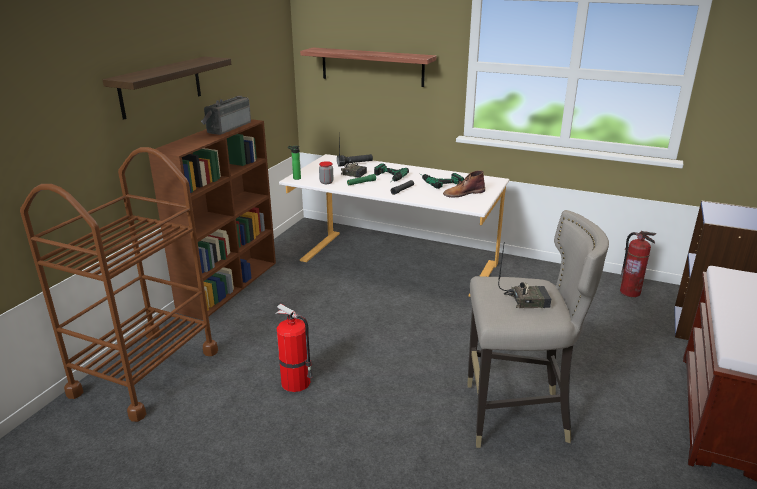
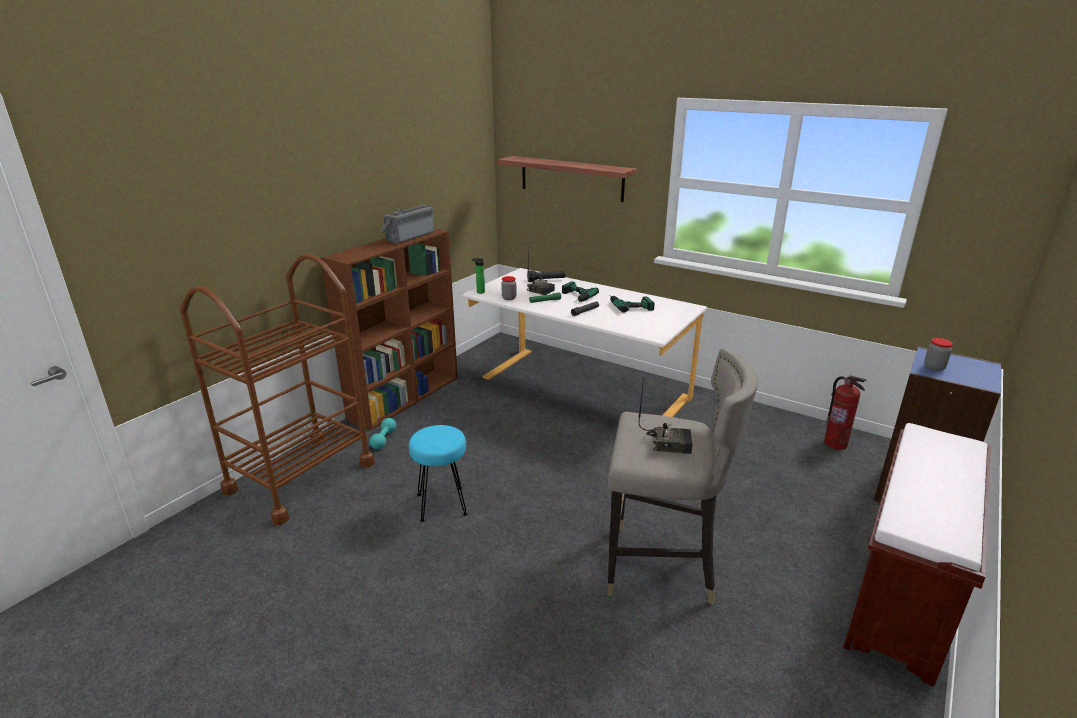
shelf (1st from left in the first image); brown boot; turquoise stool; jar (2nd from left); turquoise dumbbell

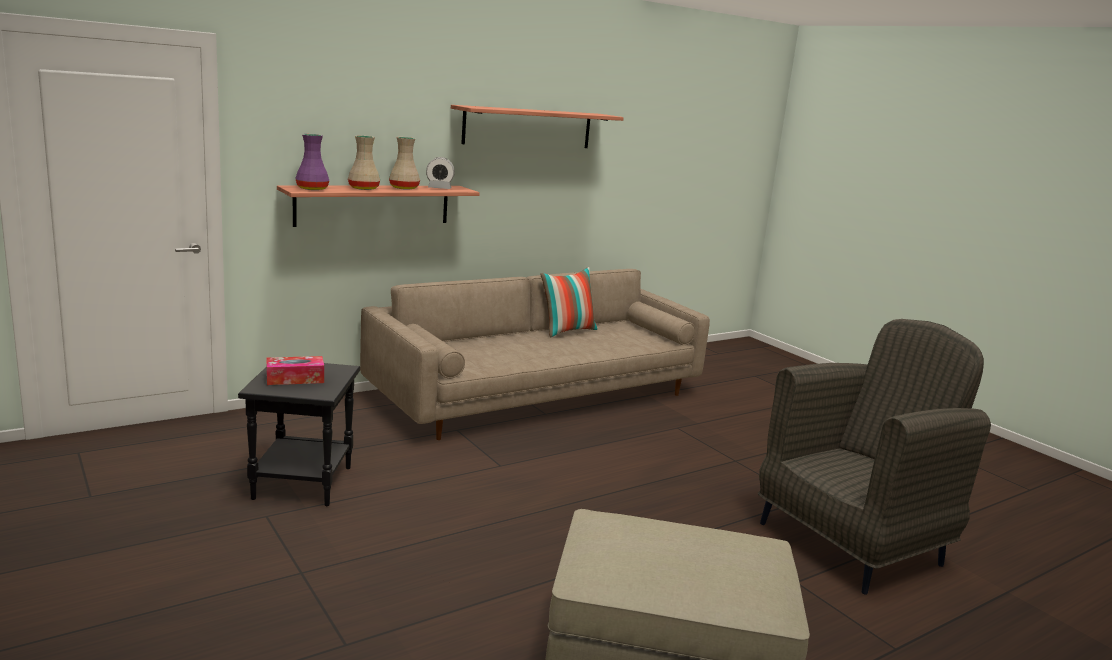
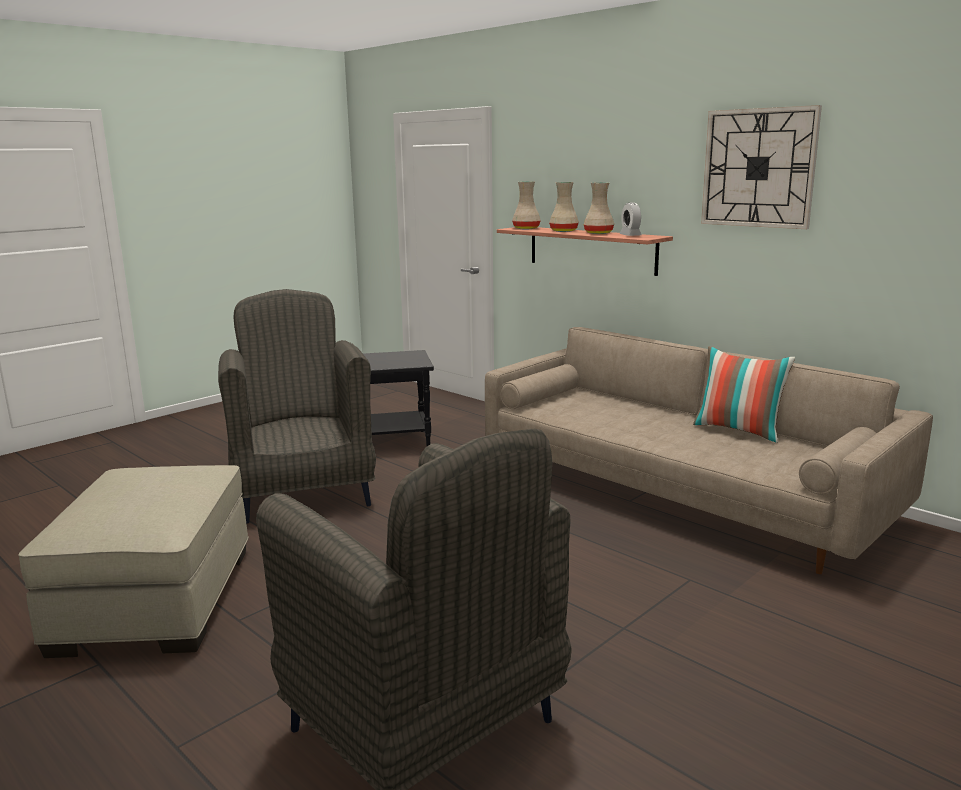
wall clock; beige vase (1st from left); tissue box; grey armchair (1st from left)

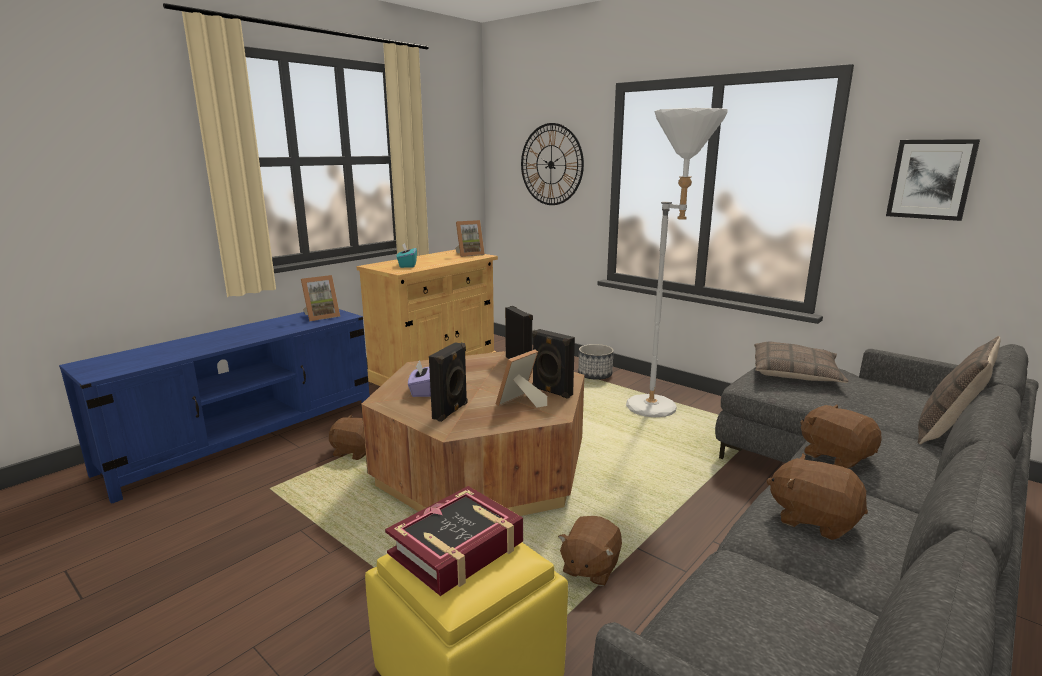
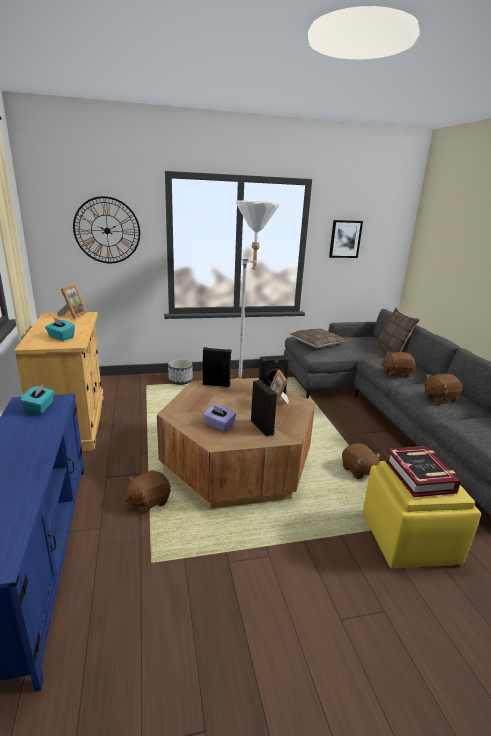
turquoise tissue box (1st from left)

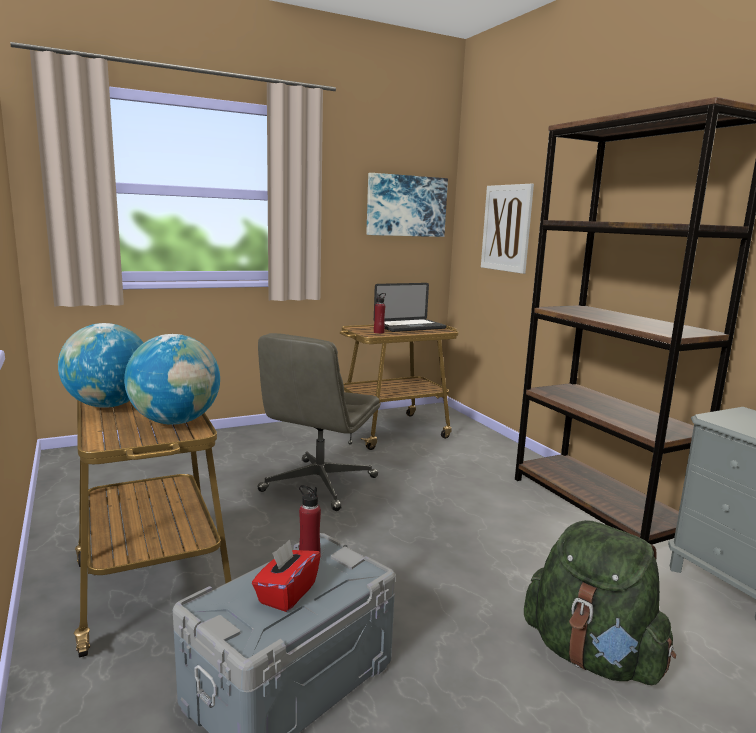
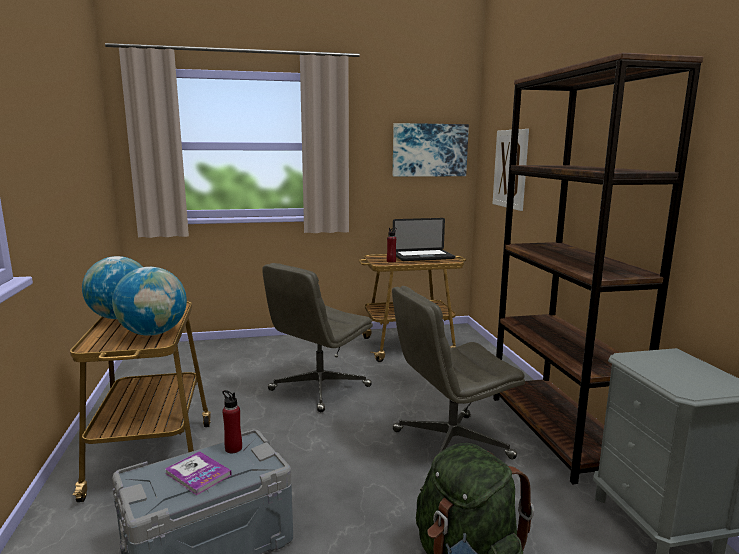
book; grey office chair (2nd from left)

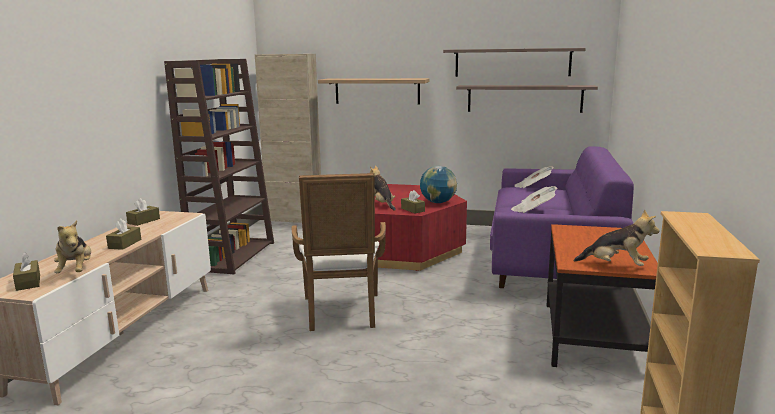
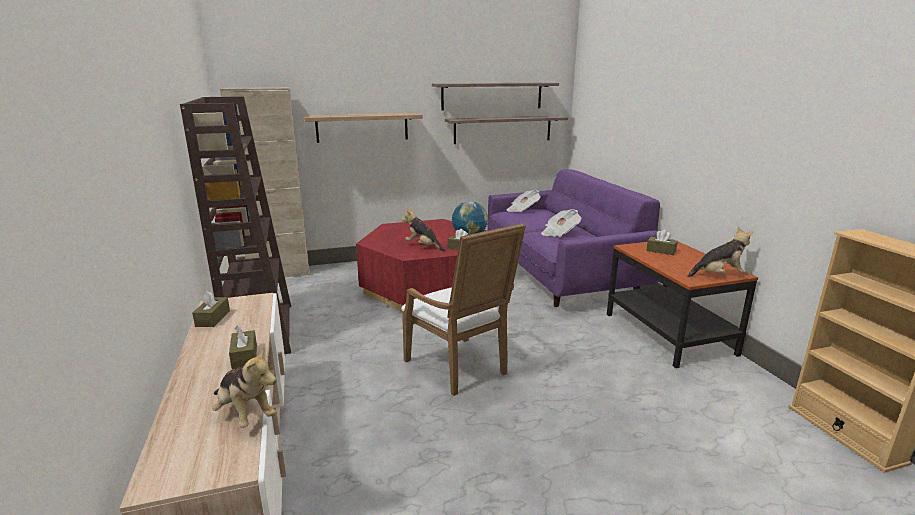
brown tissue box (4th from left)

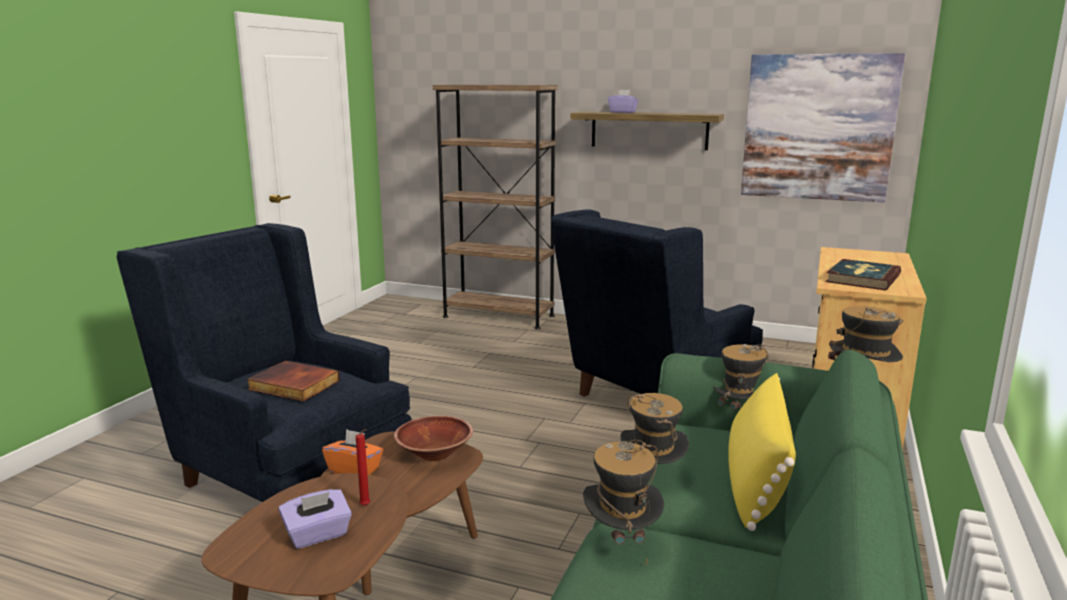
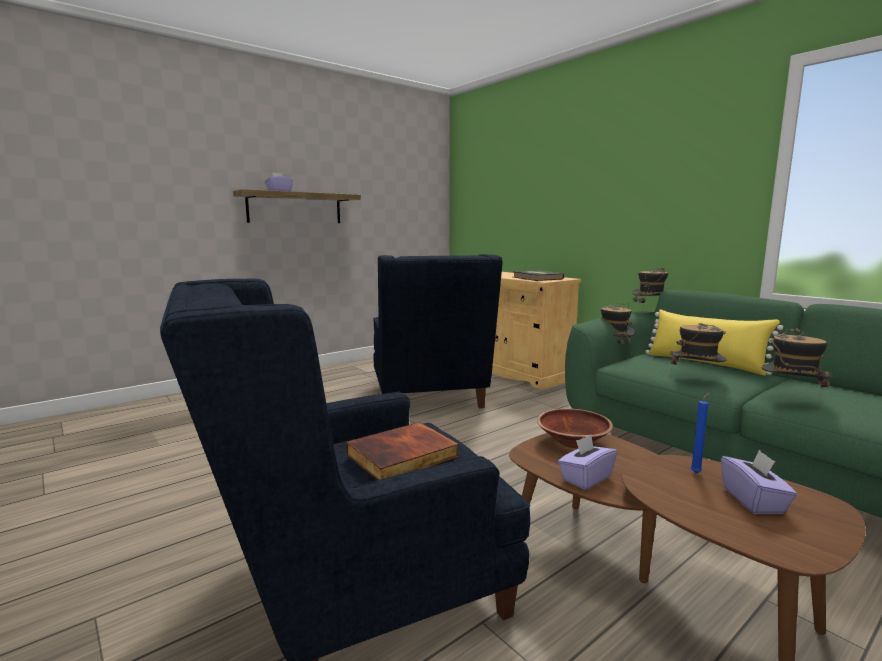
picture; brown bookcase; purple tissue box (2nd from left); blue candle

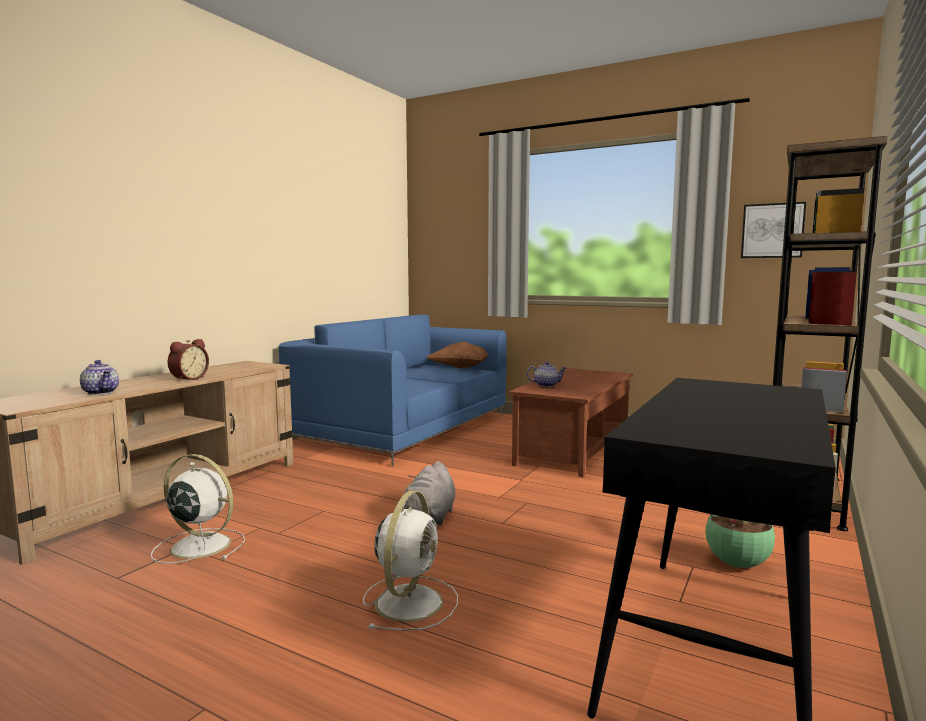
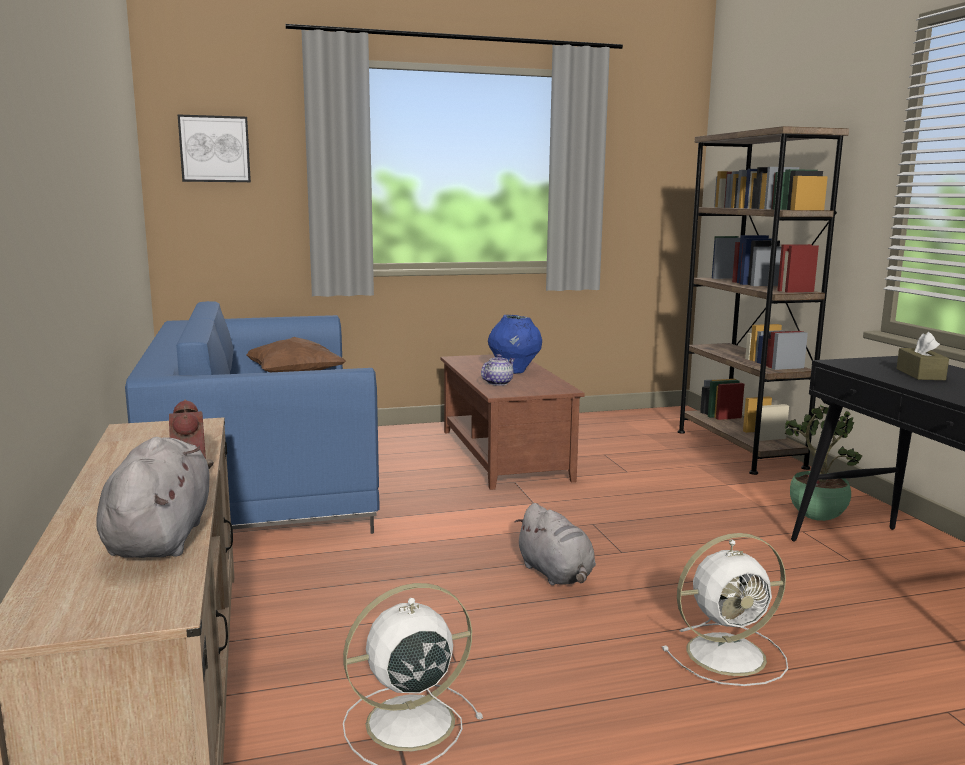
picture; grey plush toy (1st from left); white fan (2nd from left); blue vase; brown tissue box

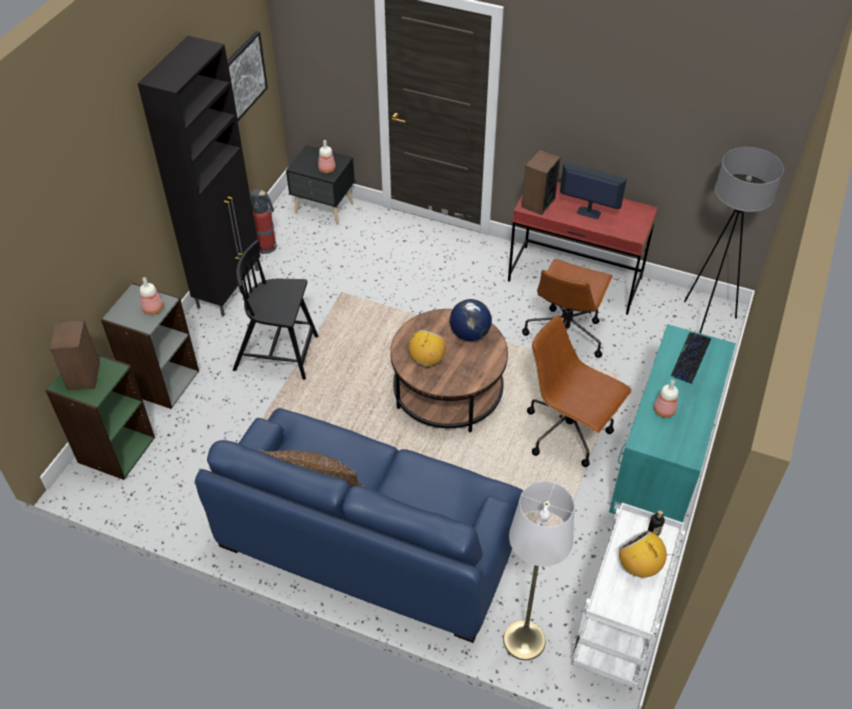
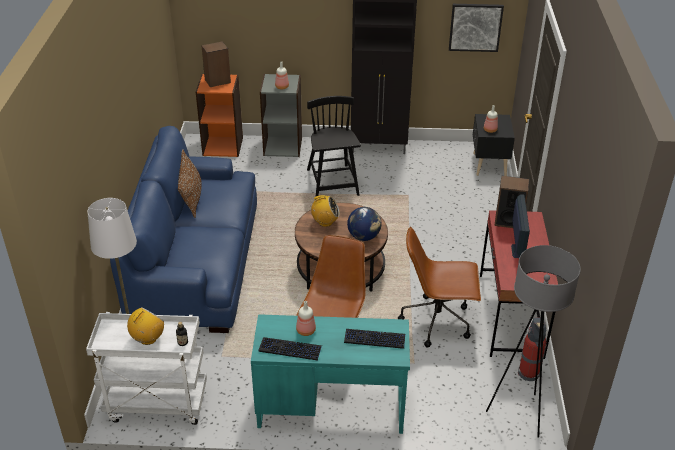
fire extinguisher; orange bookcase; keyboard (1st from left)

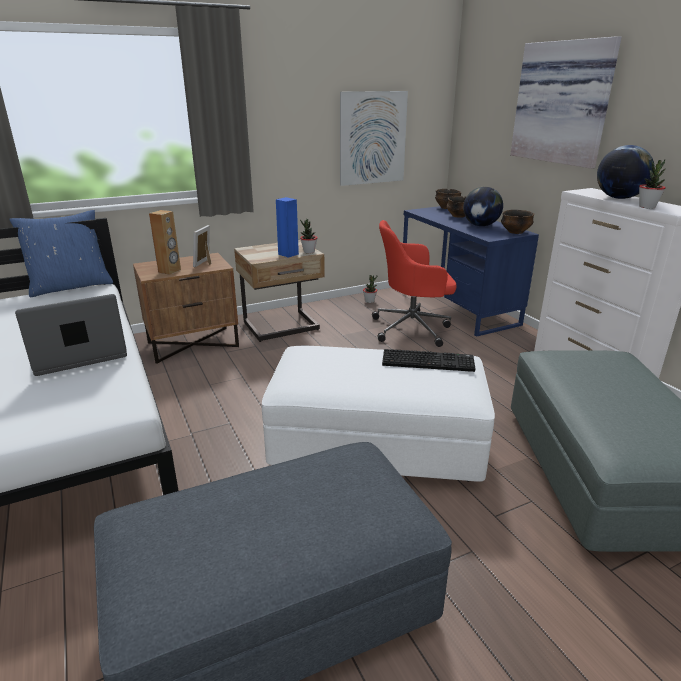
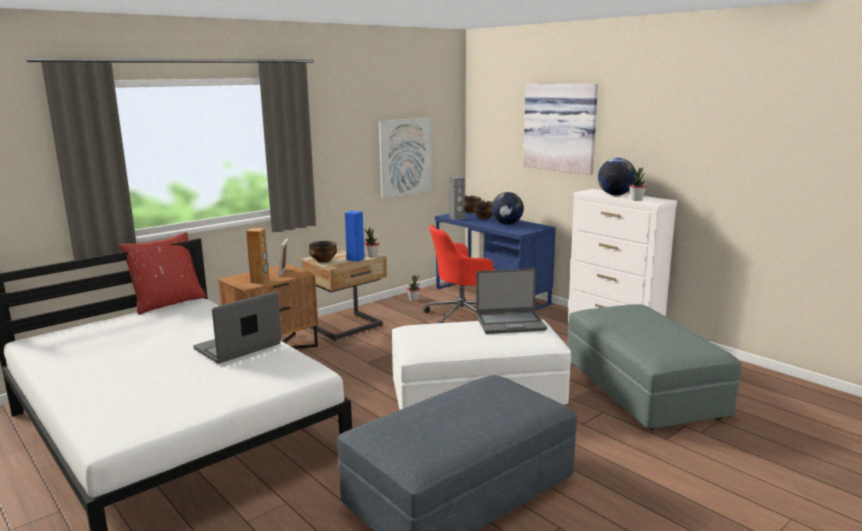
red pillow; bowl (1st from left); laptop (2nd from left); grey speaker

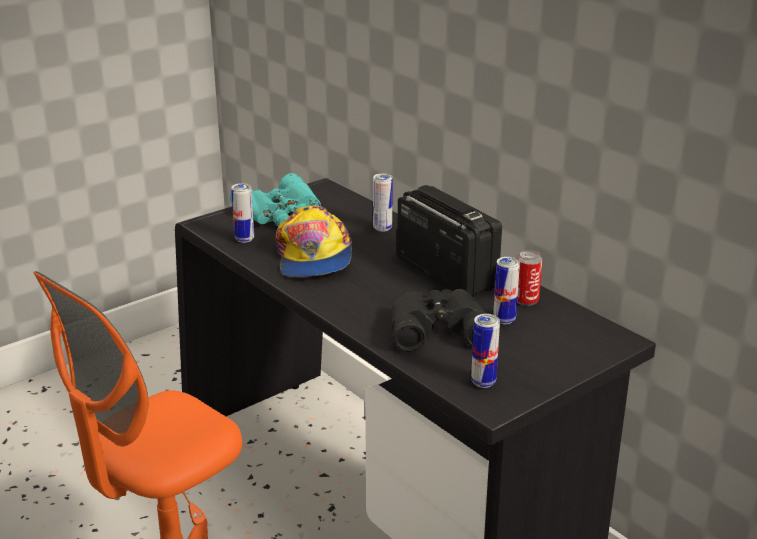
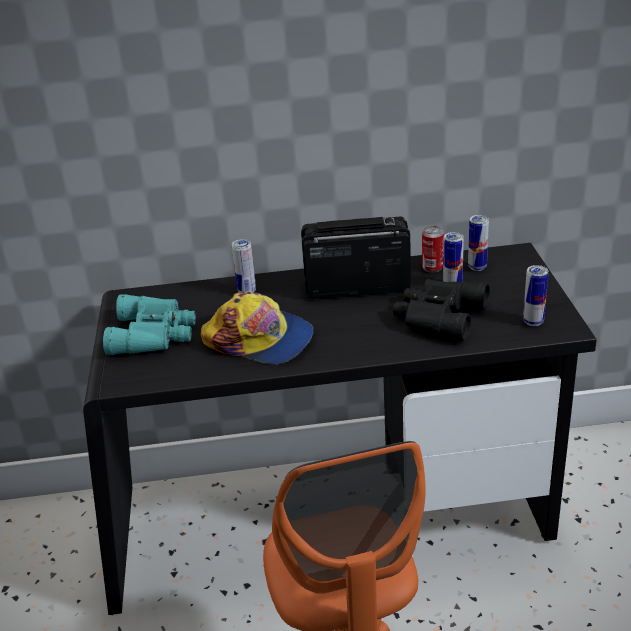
can (4th from left)

